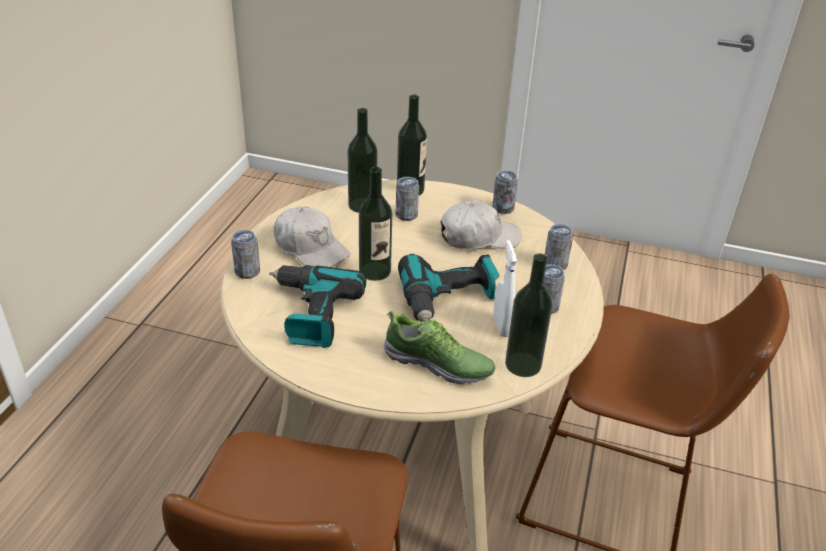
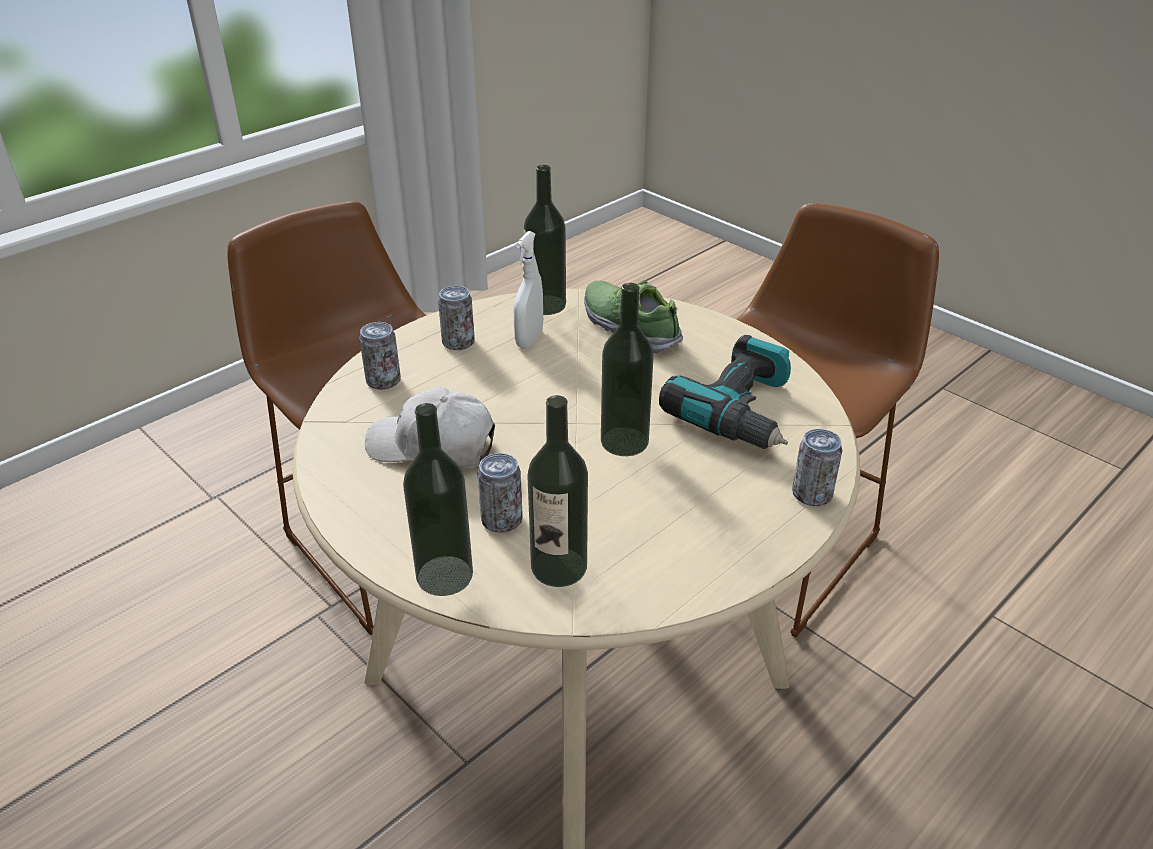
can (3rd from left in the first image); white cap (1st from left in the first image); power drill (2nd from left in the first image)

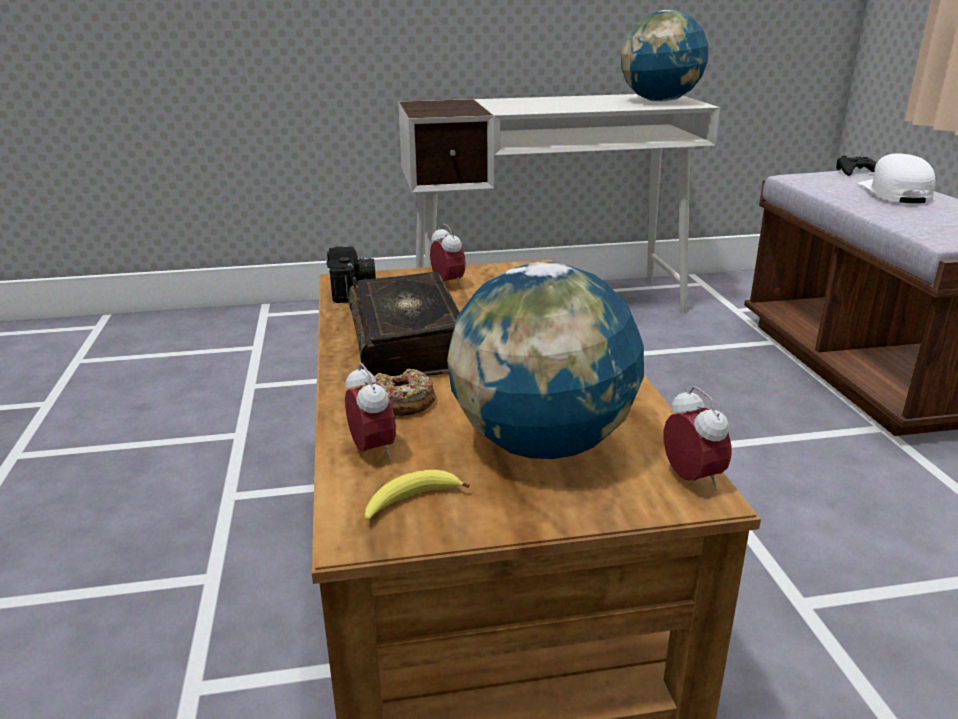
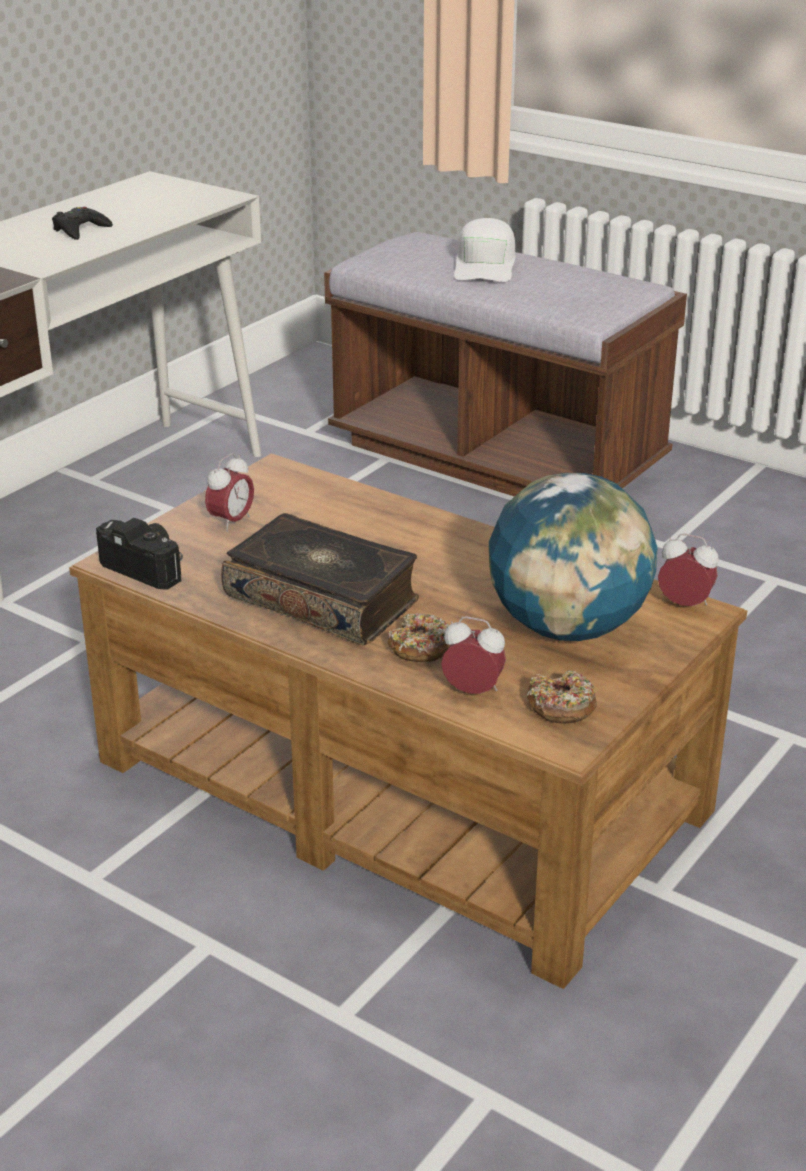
globe (2nd from left in the first image); white cap; black game controller; alarm clock (1st from left); donut (2nd from left)

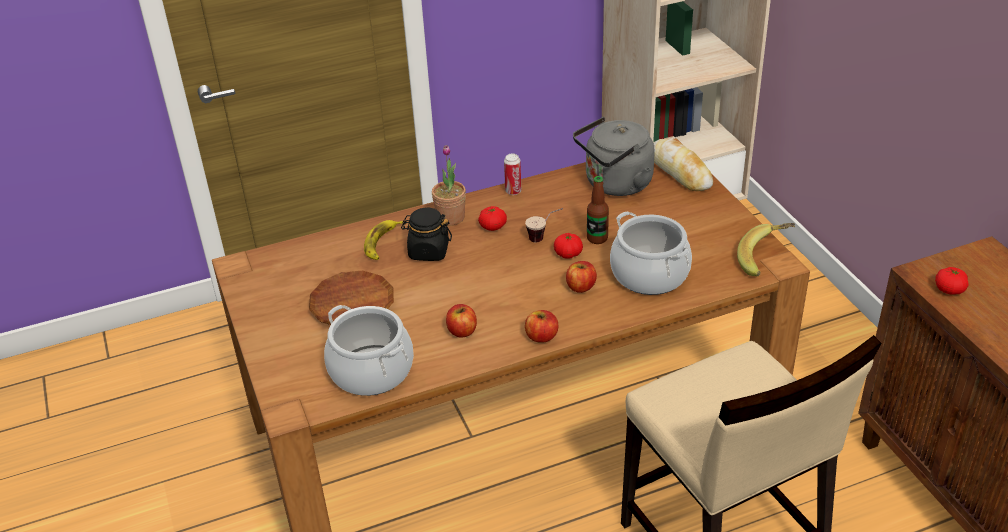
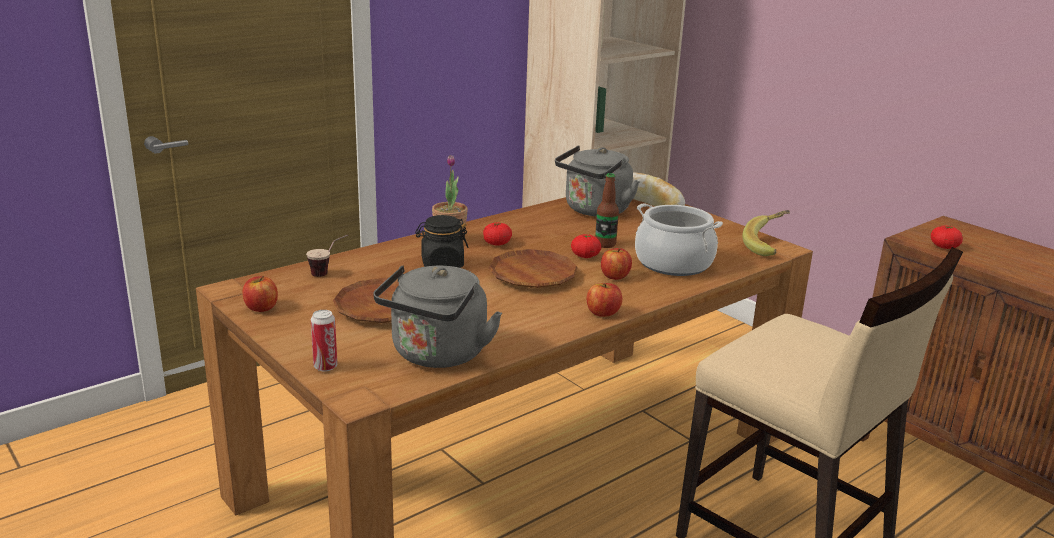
can; cup; banana (1st from left in the first image); apple (1st from left); grey kettle (1st from left); brown plate (2nd from left)

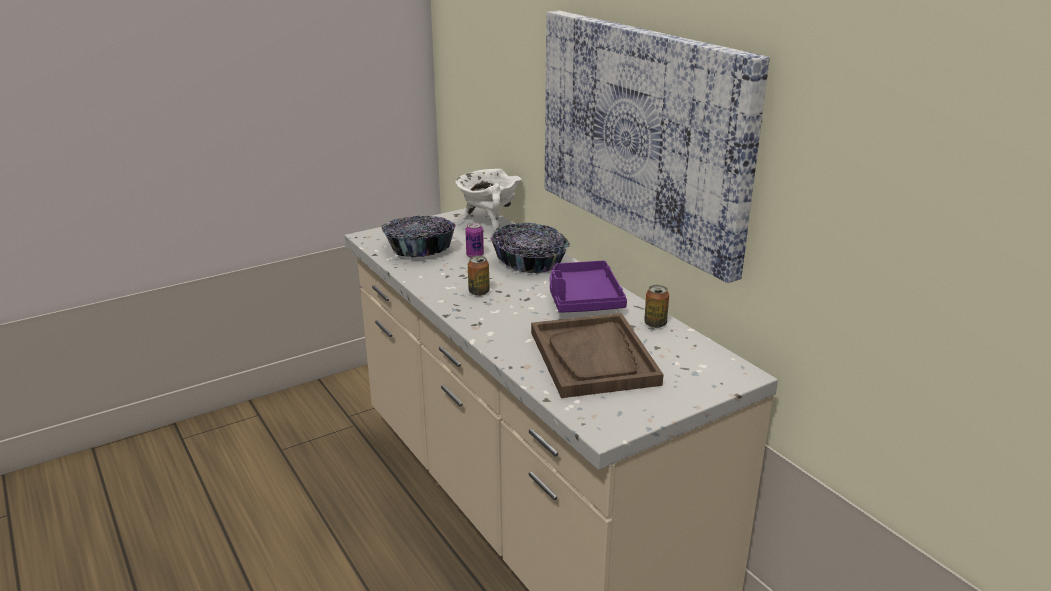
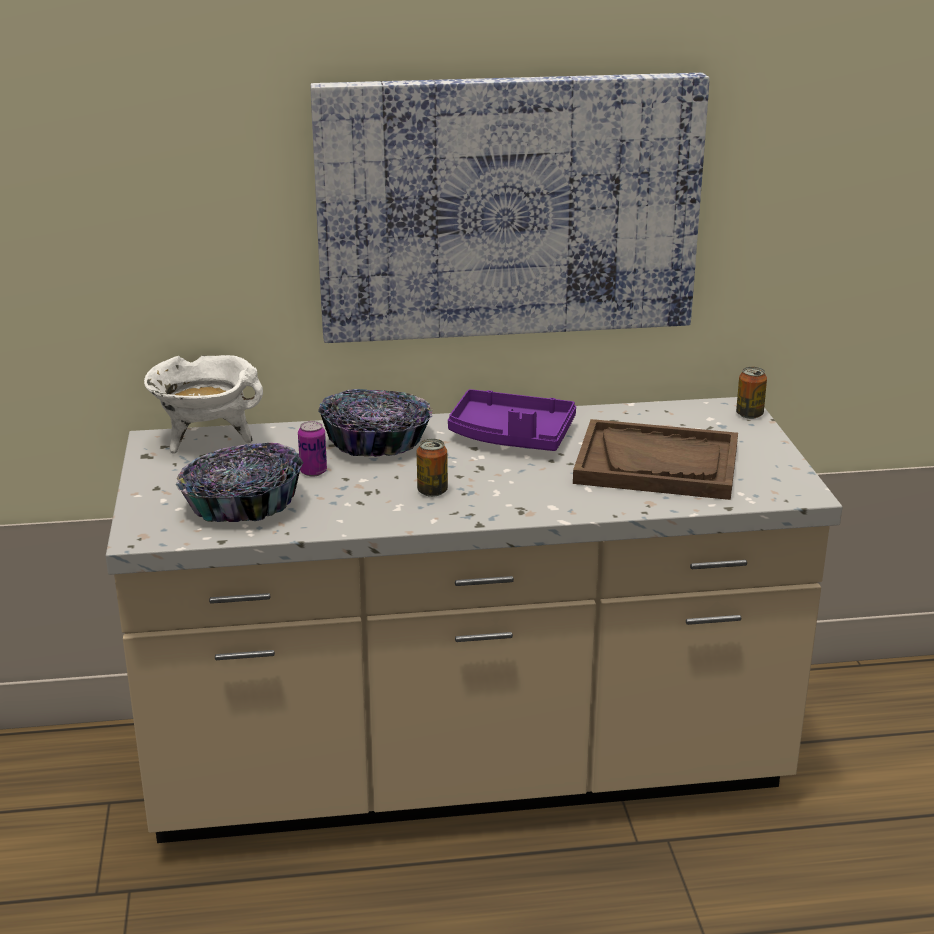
can (3rd from left)

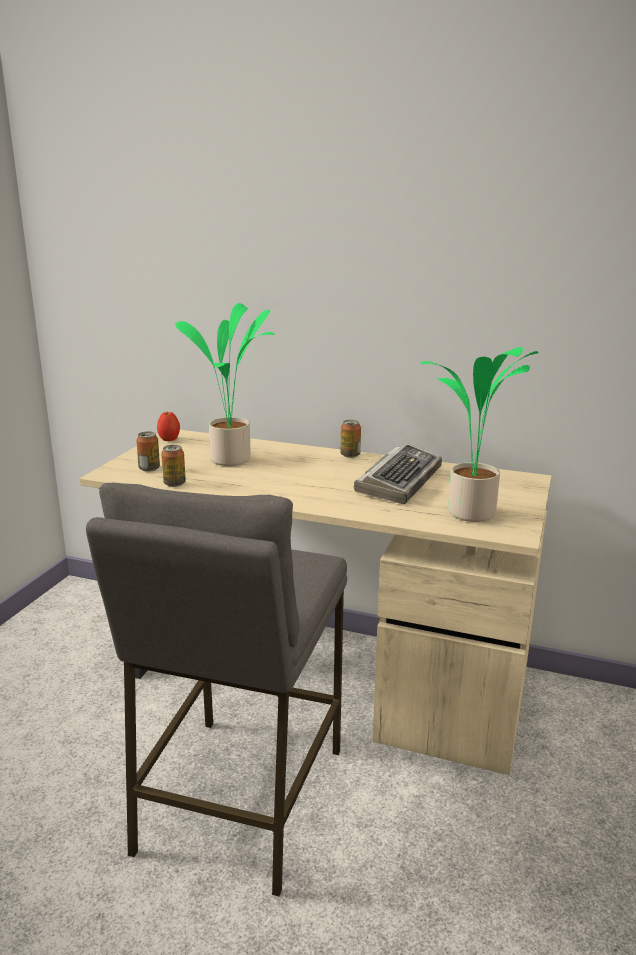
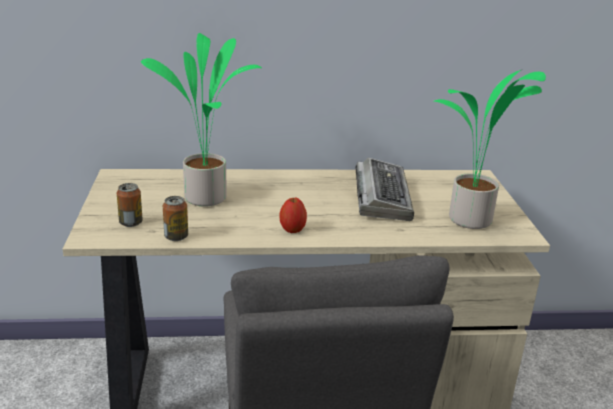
apple; can (3rd from left in the first image)

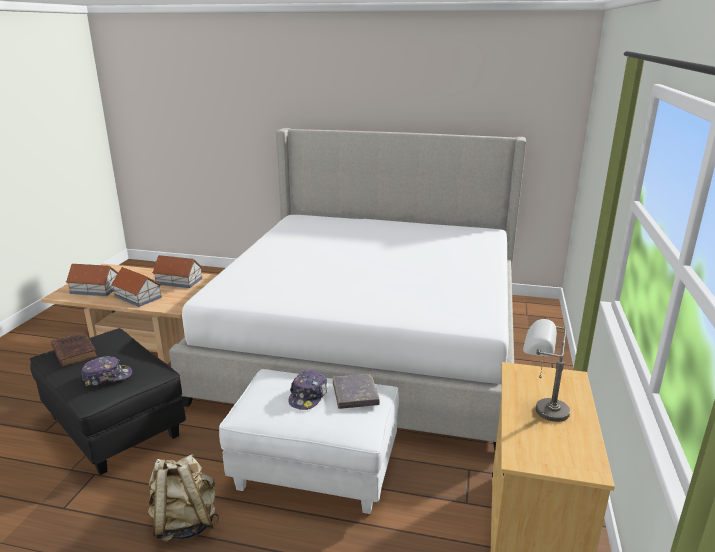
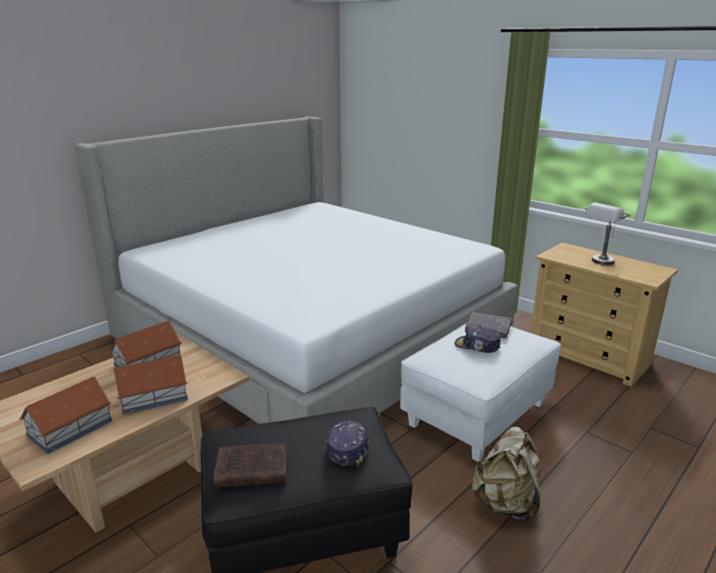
cap (2nd from left)

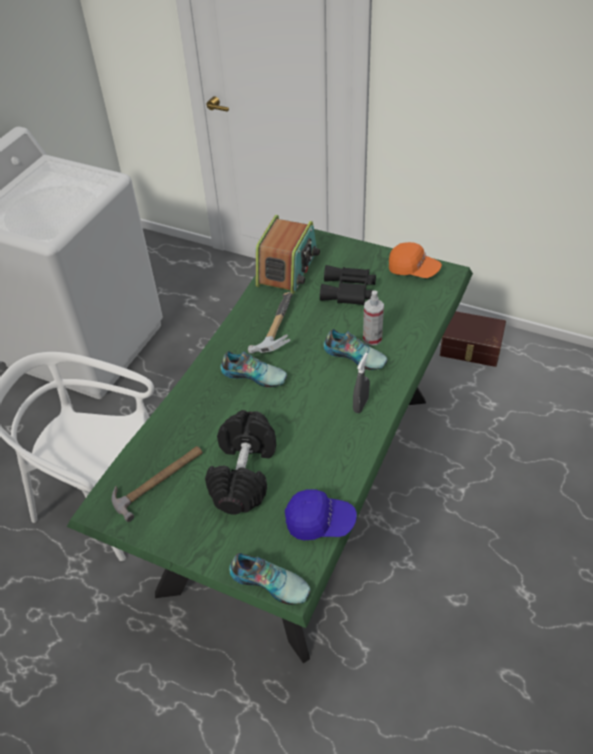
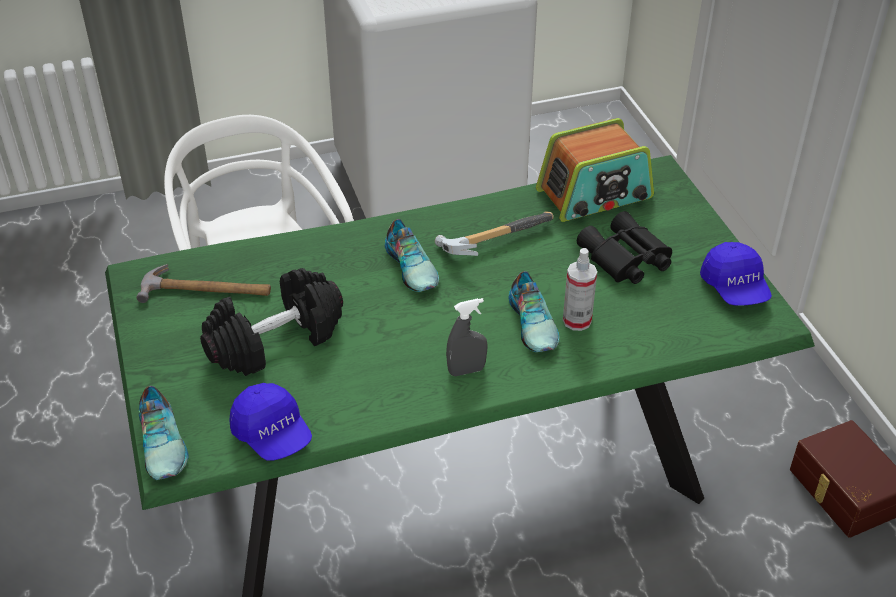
blue cap (2nd from left)

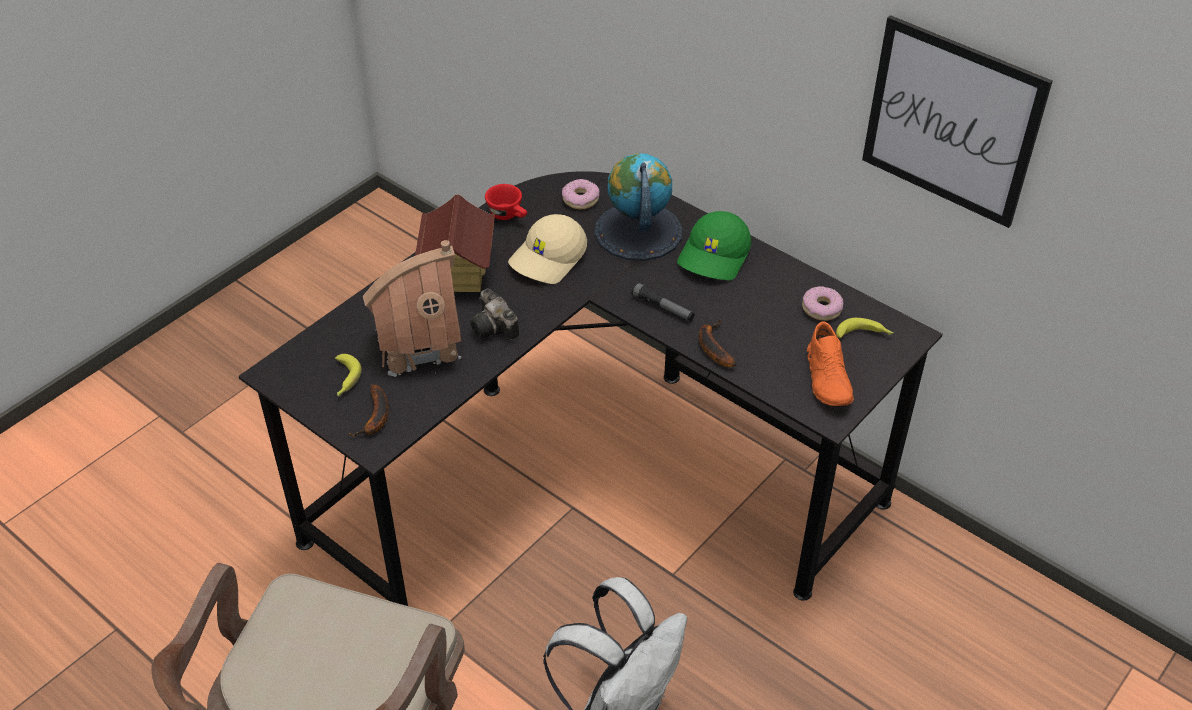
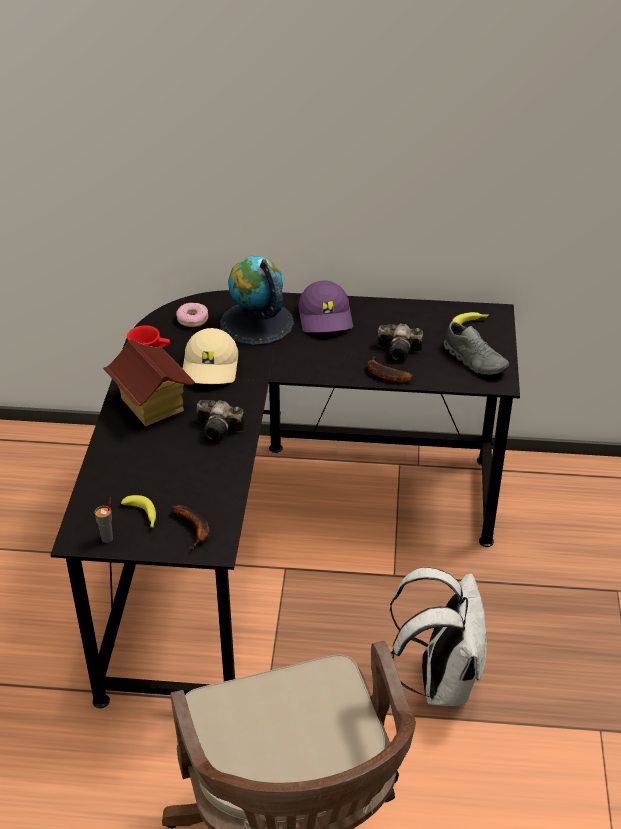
picture; purple cap; toy house (1st from left in the first image); flashlight; donut (2nd from left in the first image); grey shoe; photo camera (2nd from left); grey cup

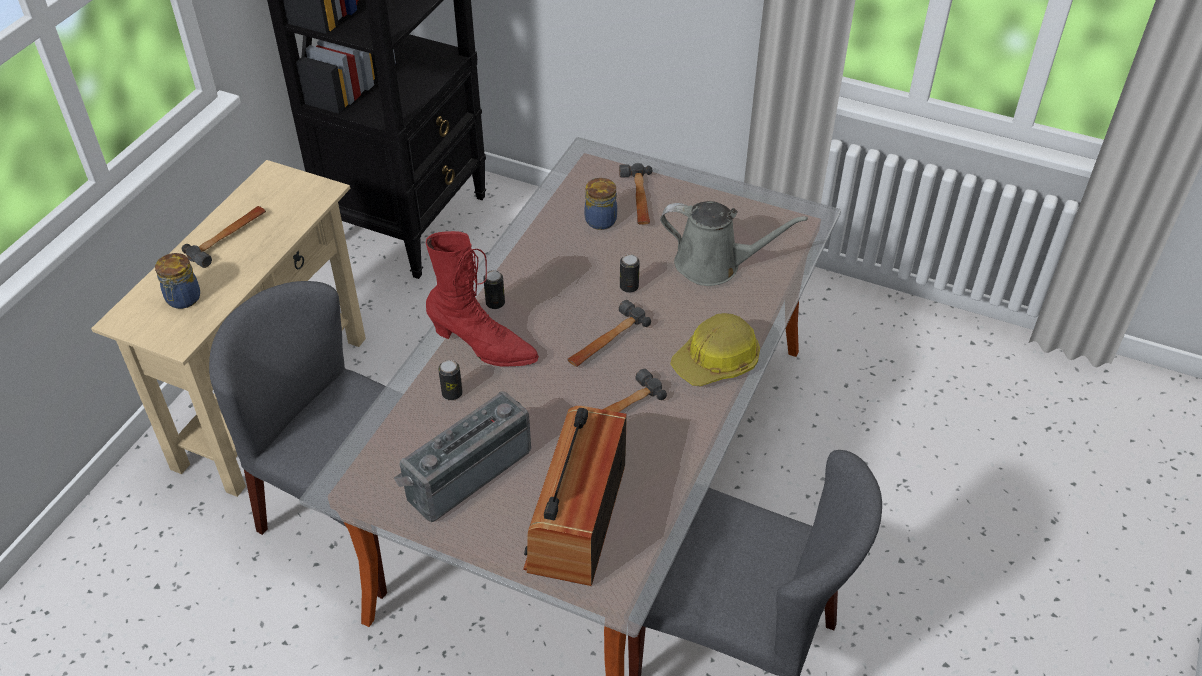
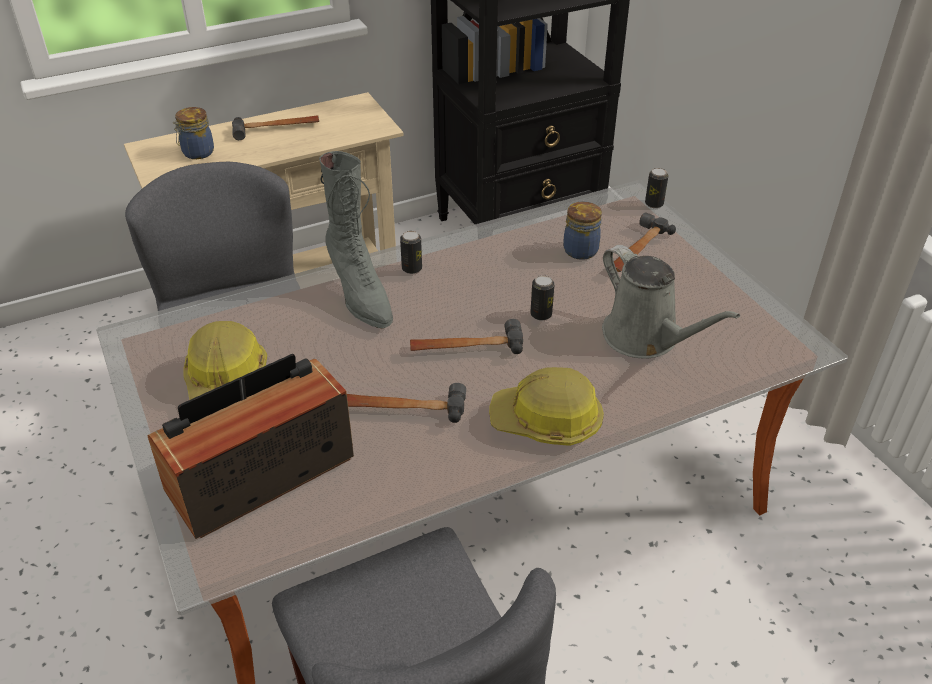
grey boot; can (3rd from left); hard hat (1st from left)

